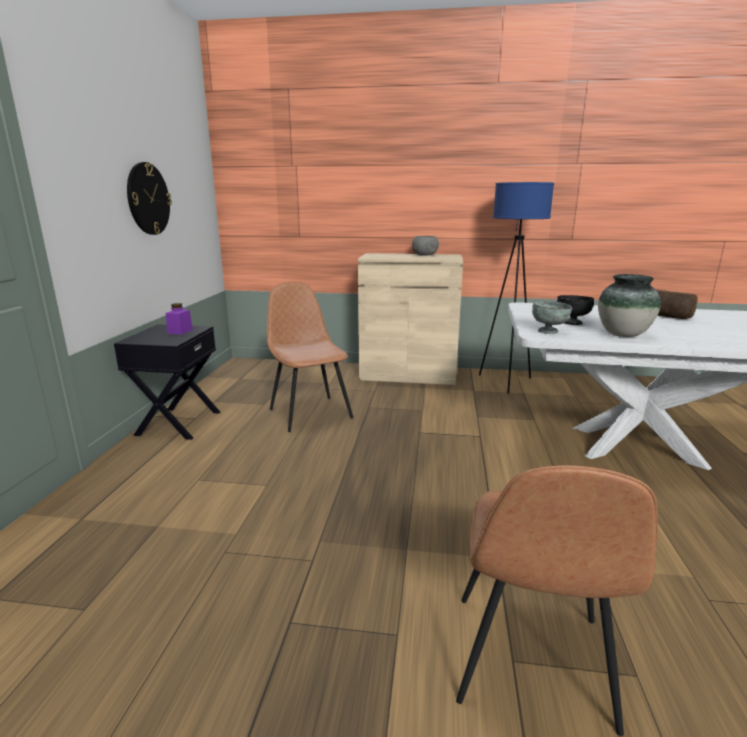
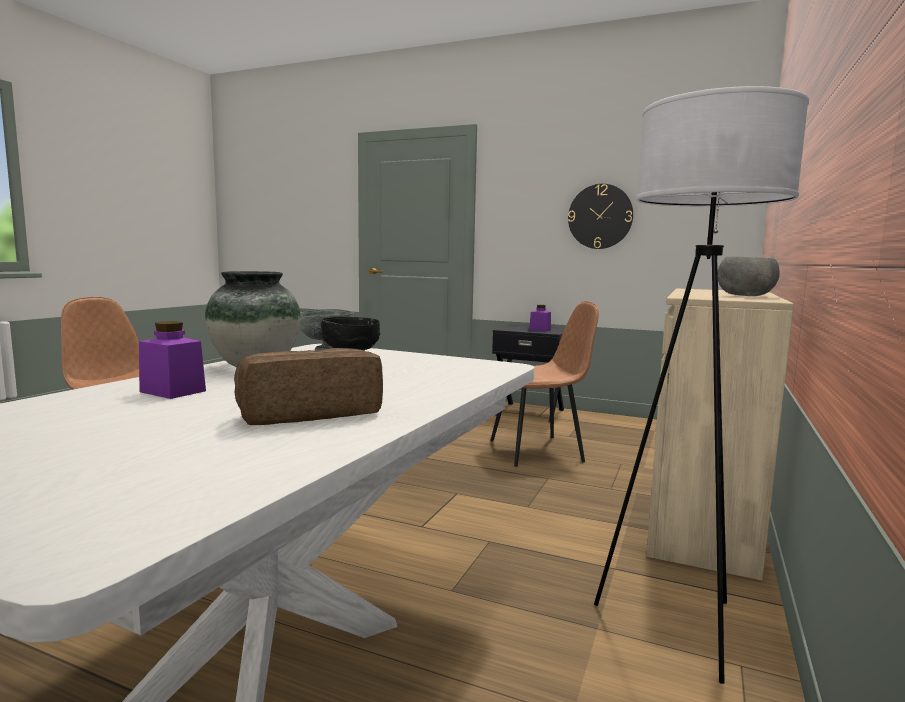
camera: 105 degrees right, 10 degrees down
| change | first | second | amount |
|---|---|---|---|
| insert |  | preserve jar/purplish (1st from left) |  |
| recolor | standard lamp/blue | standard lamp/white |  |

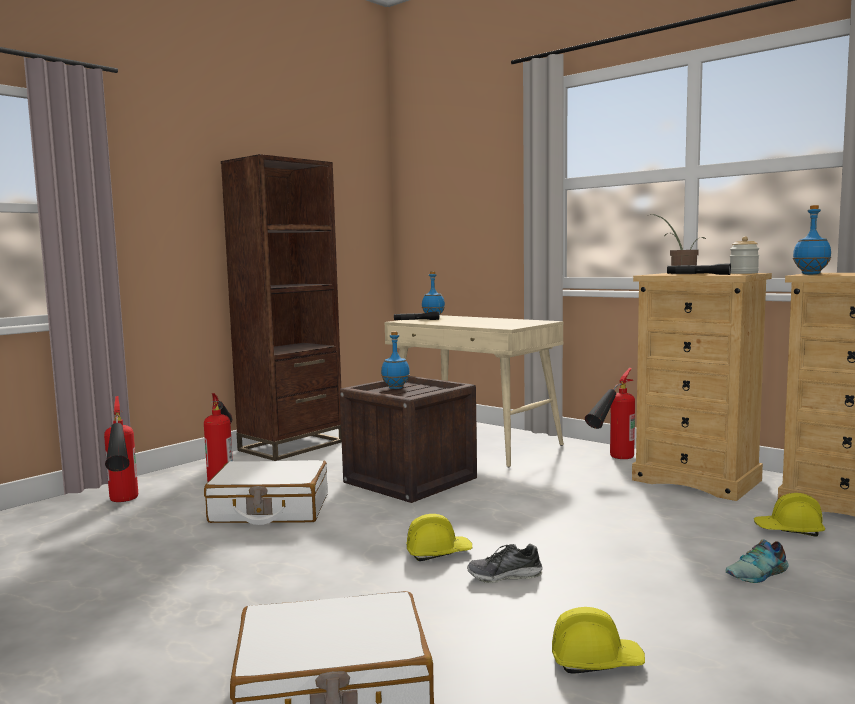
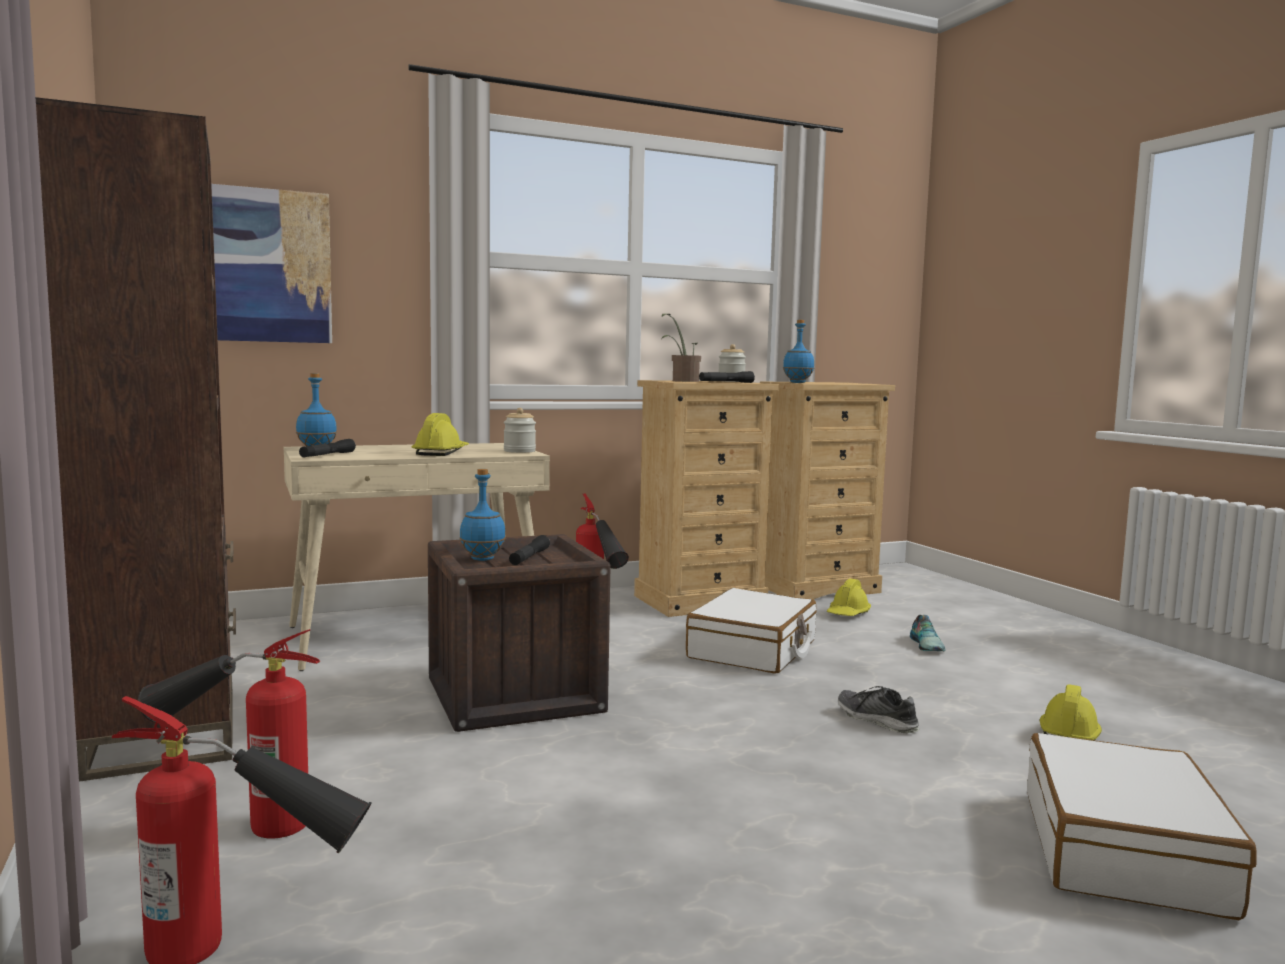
camera: 65 degrees left, 0 degrees up
| change | first | second | amount |
|---|---|---|---|
| insert |  | wall art |  |
| insert |  | preserve jar (1st from left) |  |
| insert |  | torch/black (2nd from left) |  |
| move | piece of luggage/white (1st from left) |  |  |
| move | hard hat/yellow-coloured (1st from left) |  |  |
| rotate | low shoe (1st from left) |  | 120 degrees clockwise |

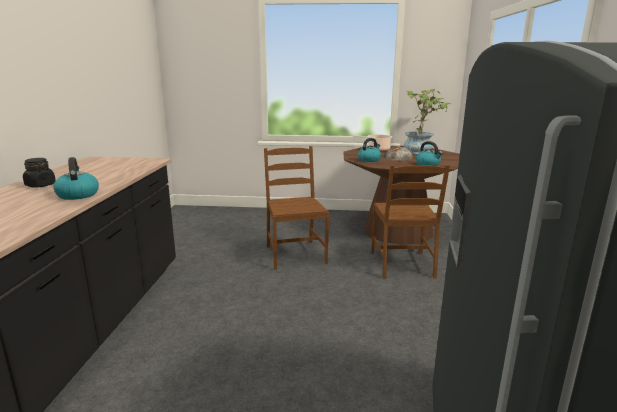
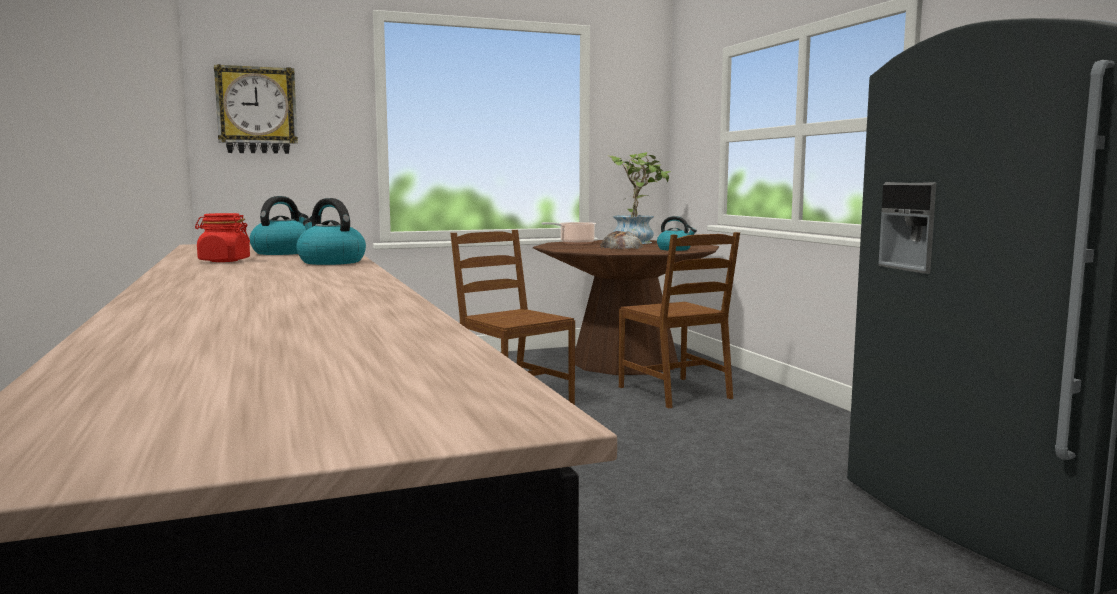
camera: 25 degrees left, 10 degrees down
| change | first | second | amount |
|---|---|---|---|
| insert |  | hanging clock |  |
| move | tea kettle (2nd from left in the first image) | tea kettle (1st from left) |  |
| recolor | preserve jar/black | preserve jar/red-coloured |  |

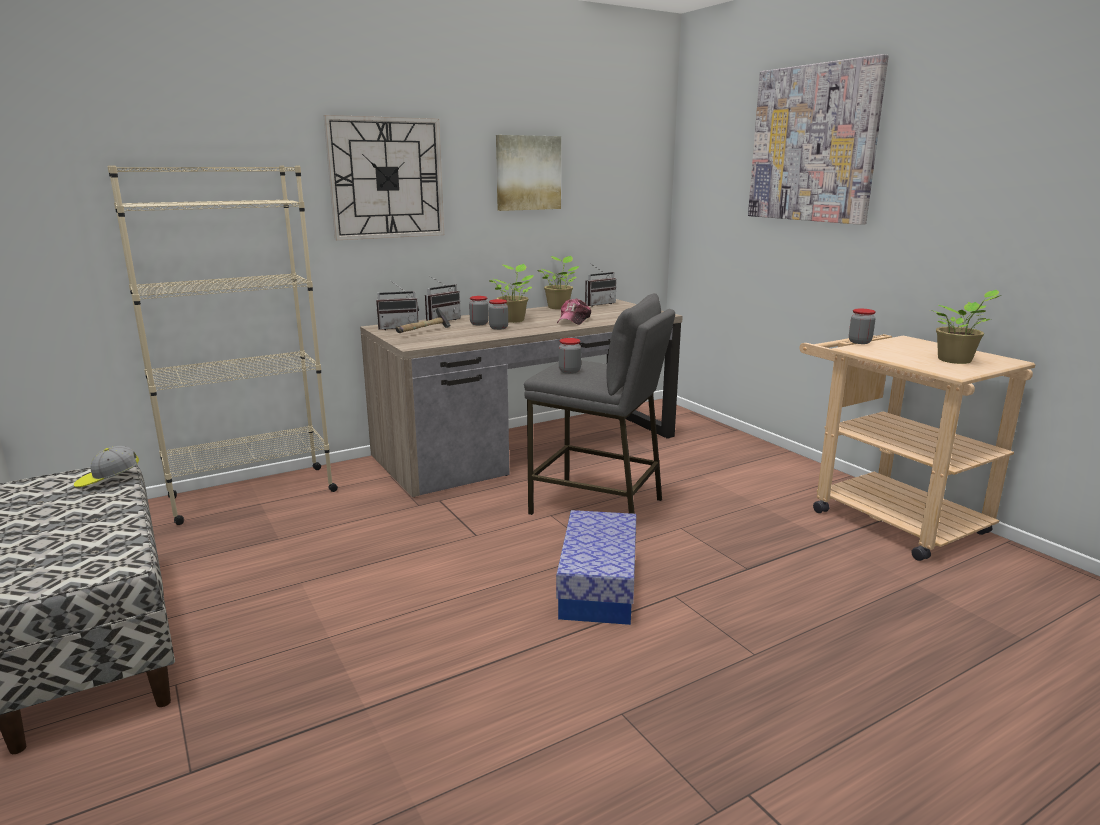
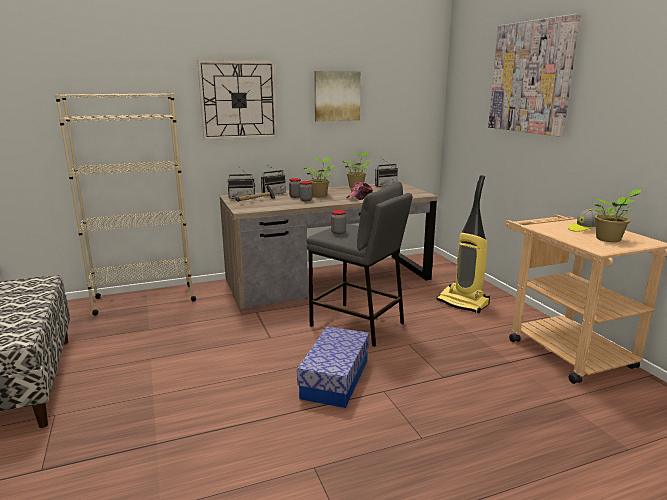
camera: 10 degrees right, 0 degrees up
| change | first | second | amount |
|---|---|---|---|
| delete | preserve jar (4th from left) |  |  |
| insert |  | vacuum |  |
| move | peaked cap (1st from left in the first image) | peaked cap (2nd from left) |  |

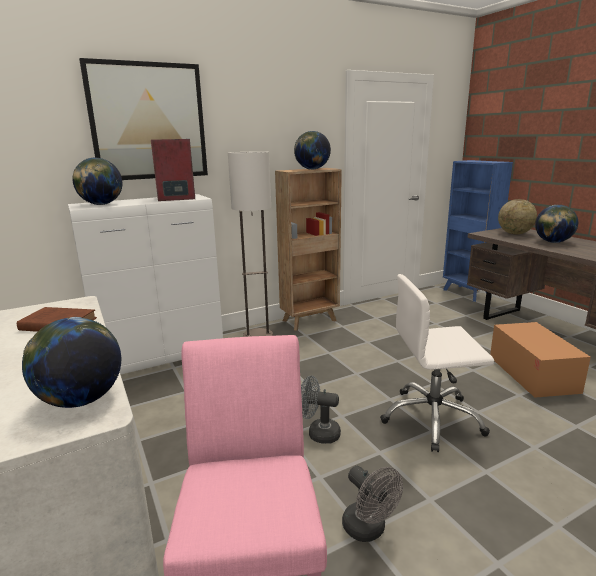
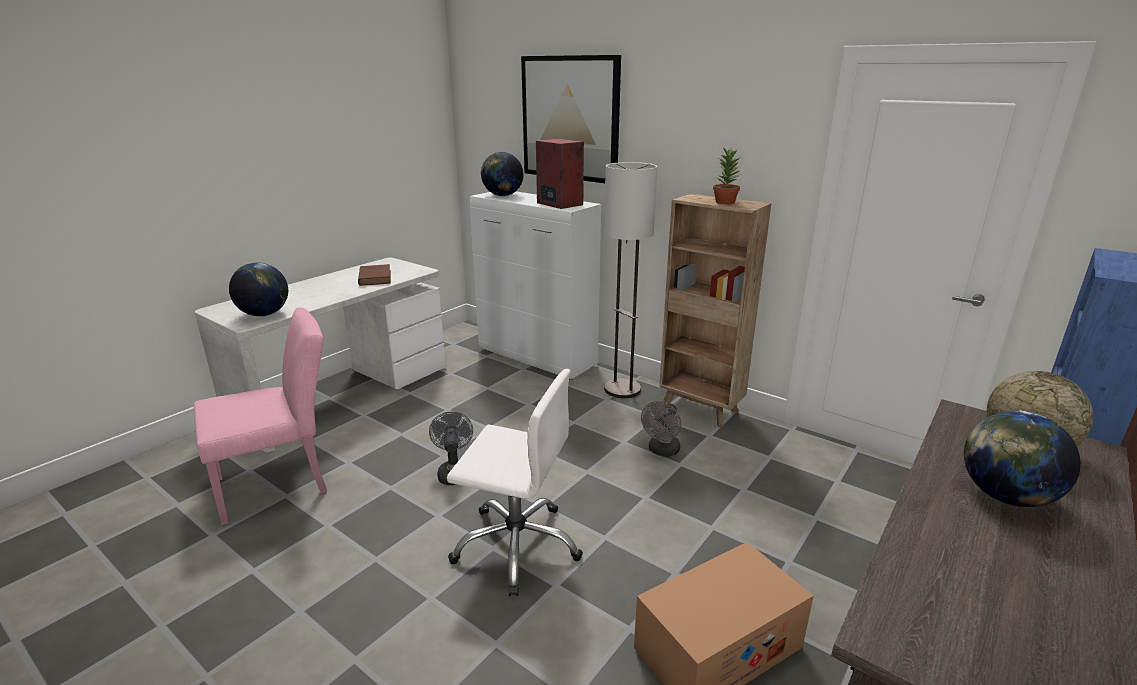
camera: 65 degrees right, 5 degrees up
| change | first | second | amount |
|---|---|---|---|
| move | fan/grey (2nd from left) |  |  |
| replace | world globe (3rd from left) | houseplant |  |
| rotate | desk chair/white |  | 135 degrees clockwise |

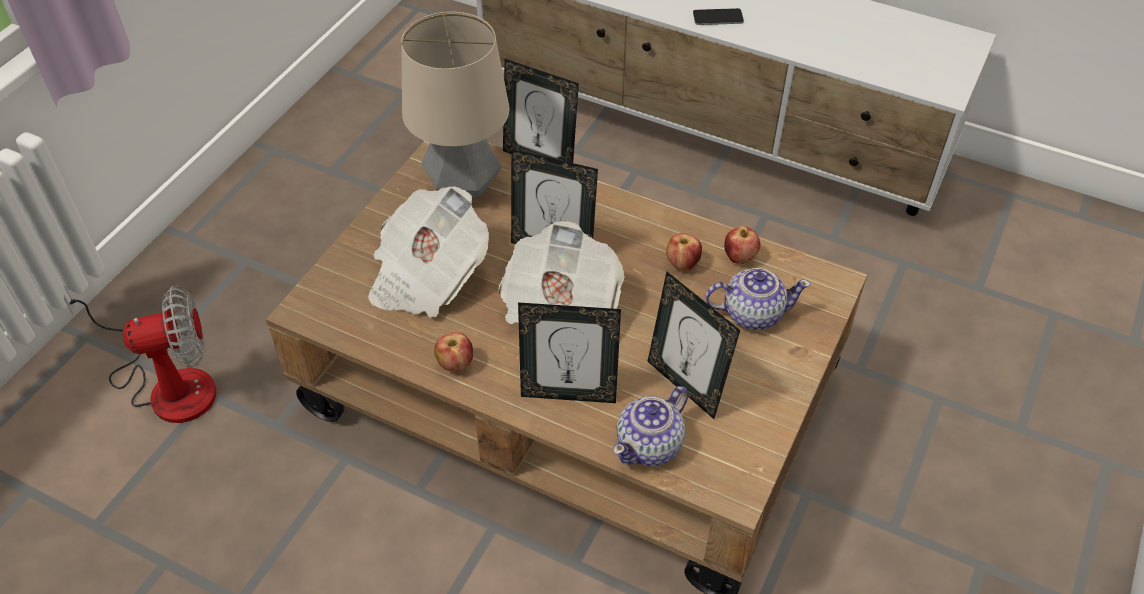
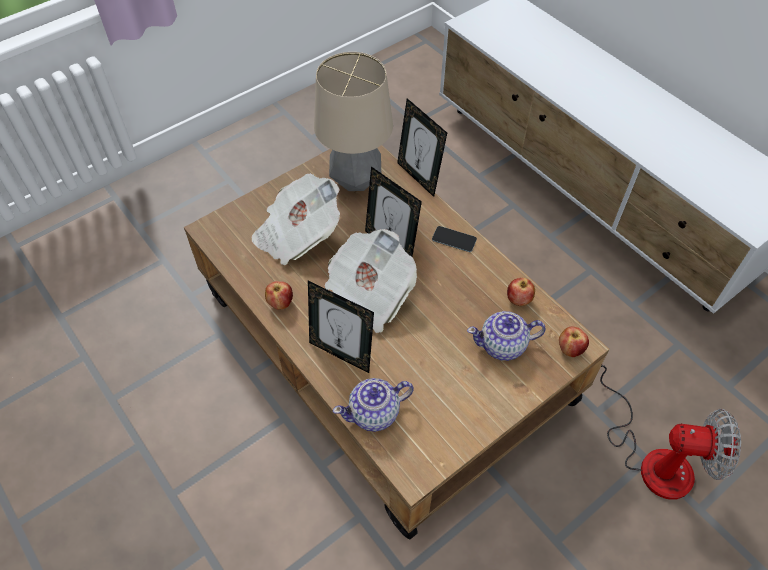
camera: 25 degrees right, 5 degrees up
| change | first | second | amount |
|---|---|---|---|
| delete | picture frame (4th from left) |  |  |
| move | fan |  |  |
| move | apple fruit (2nd from left in the first image) | apple fruit (3rd from left) |  |
| move | handset |  |  |
| rotate | pot for tea (2nd from left) |  | 150 degrees clockwise |

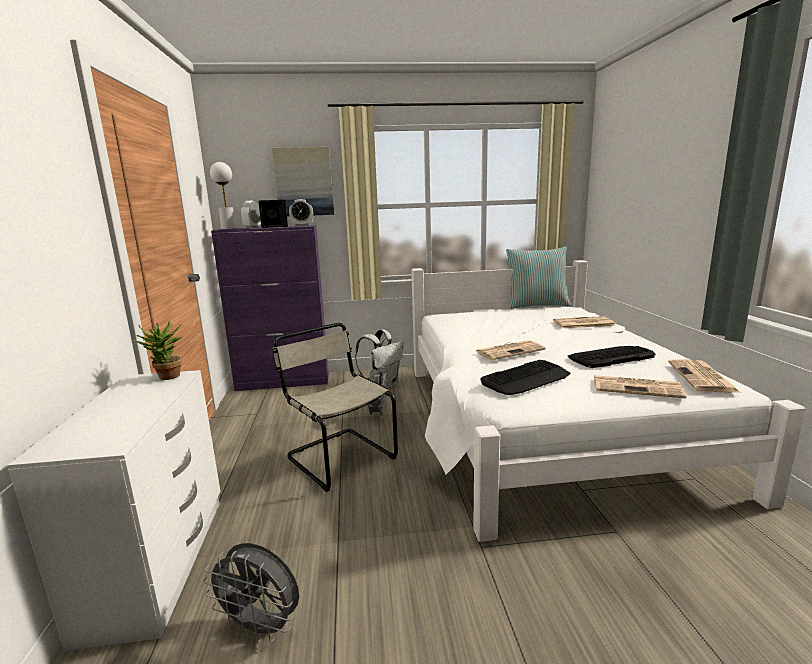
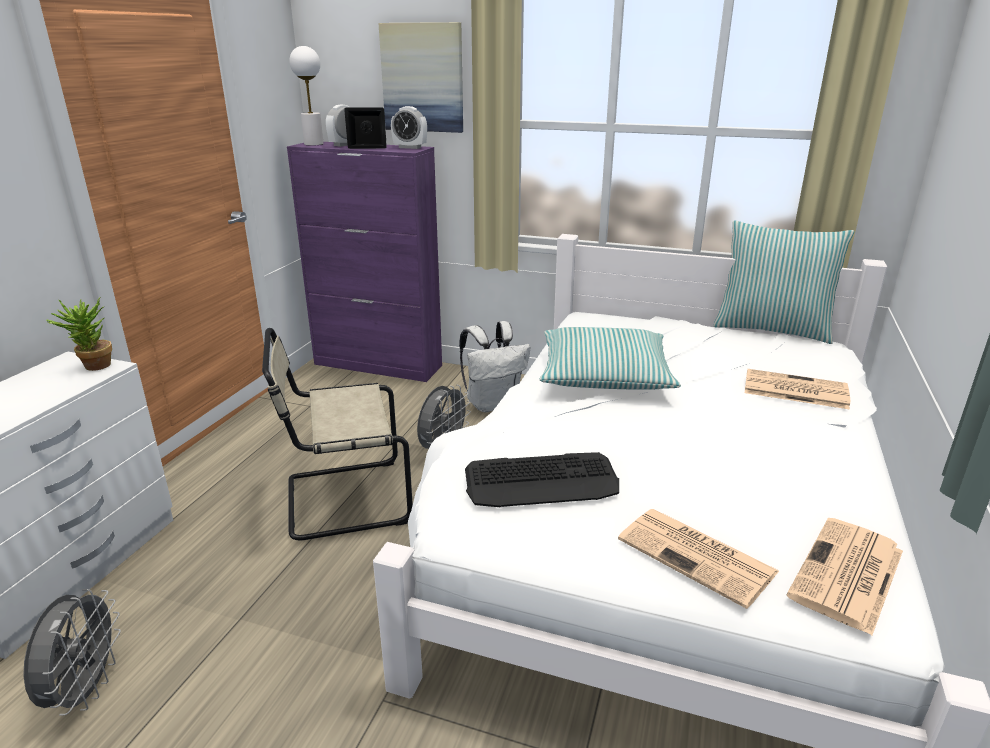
camera: 25 degrees right, 10 degrees up
| change | first | second | amount |
|---|---|---|---|
| delete | daily paper (1st from left) |  |  |
| delete | PC keyboard (2nd from left) |  |  |
| insert |  | pillow (1st from left) |  |
| rotate | fan/grey (1st from left) |  | 135 degrees counterclockwise |
| rotate | upright chair/beige-coloured |  | 90 degrees counterclockwise |

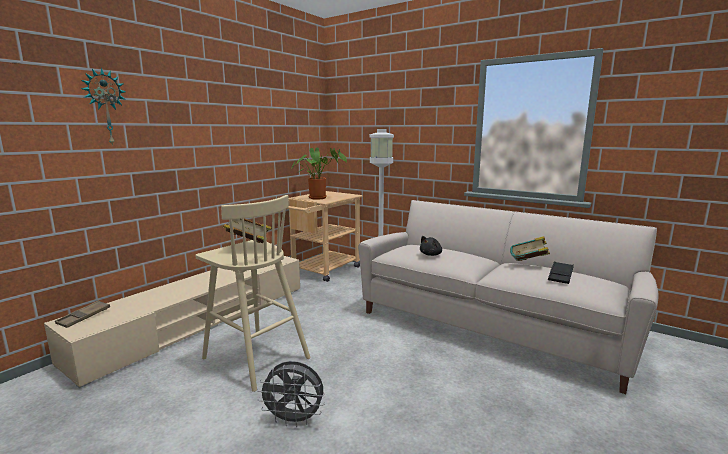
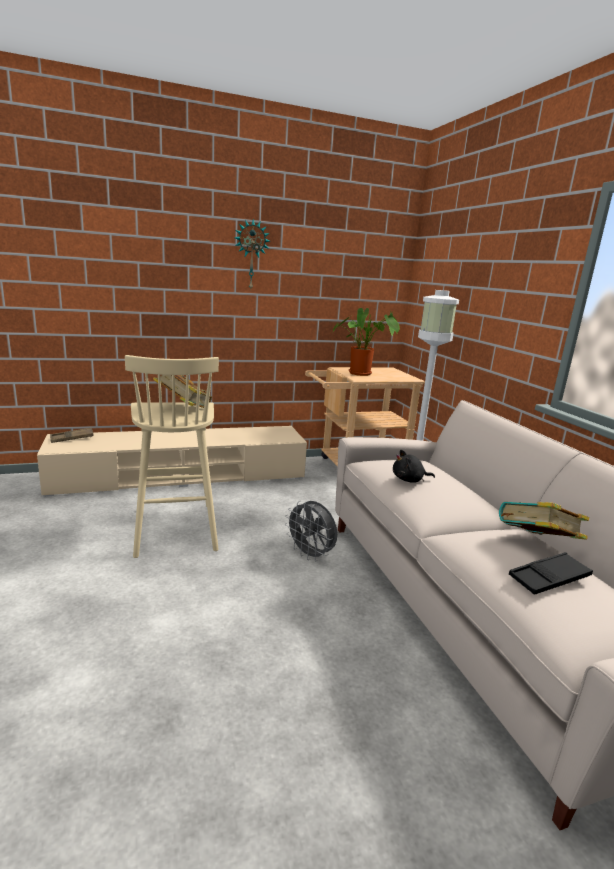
camera: 35 degrees right, 5 degrees up
| change | first | second | amount |
|---|---|---|---|
| move | hanging clock |  |  |
| move | fan/grey |  |  |

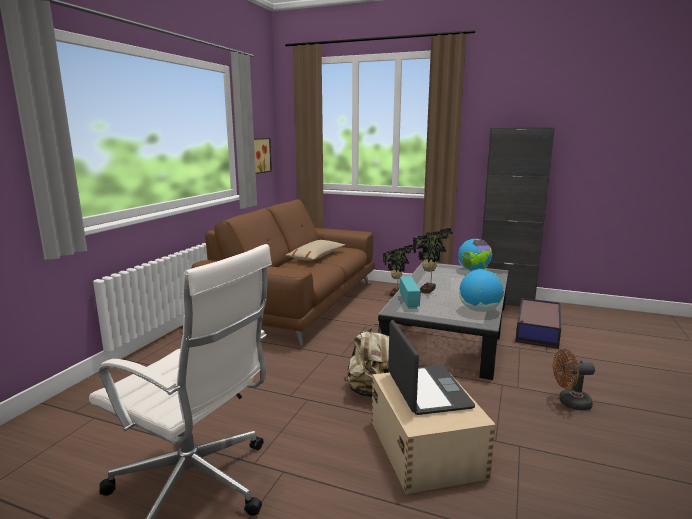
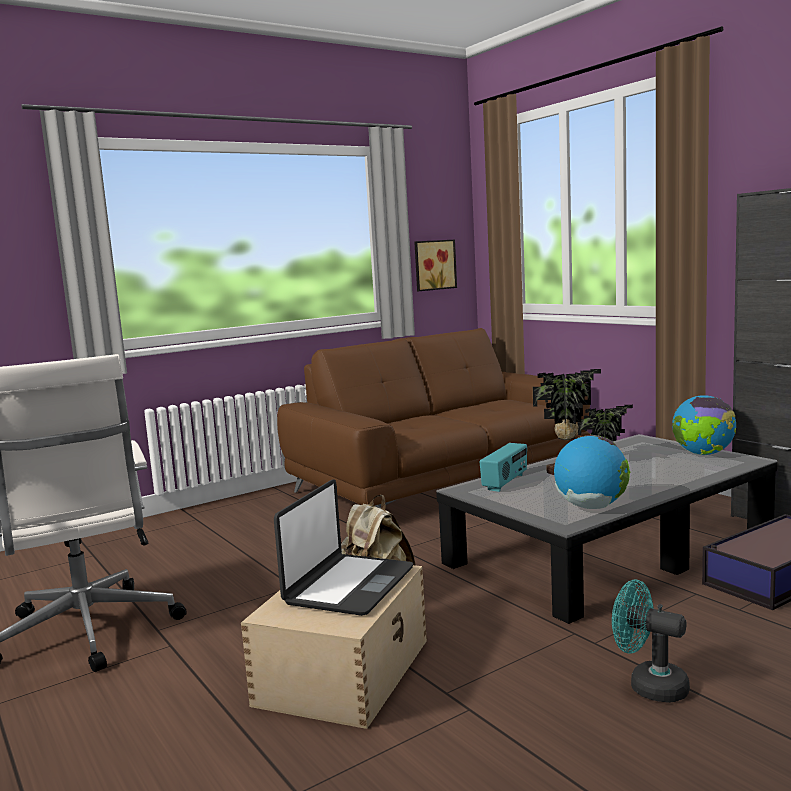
camera: 35 degrees right, 5 degrees down
| change | first | second | amount |
|---|---|---|---|
| delete | pillow/beige-coloured |  |  |
| recolor | fan/brown-coloured | fan/turquoise |  |

